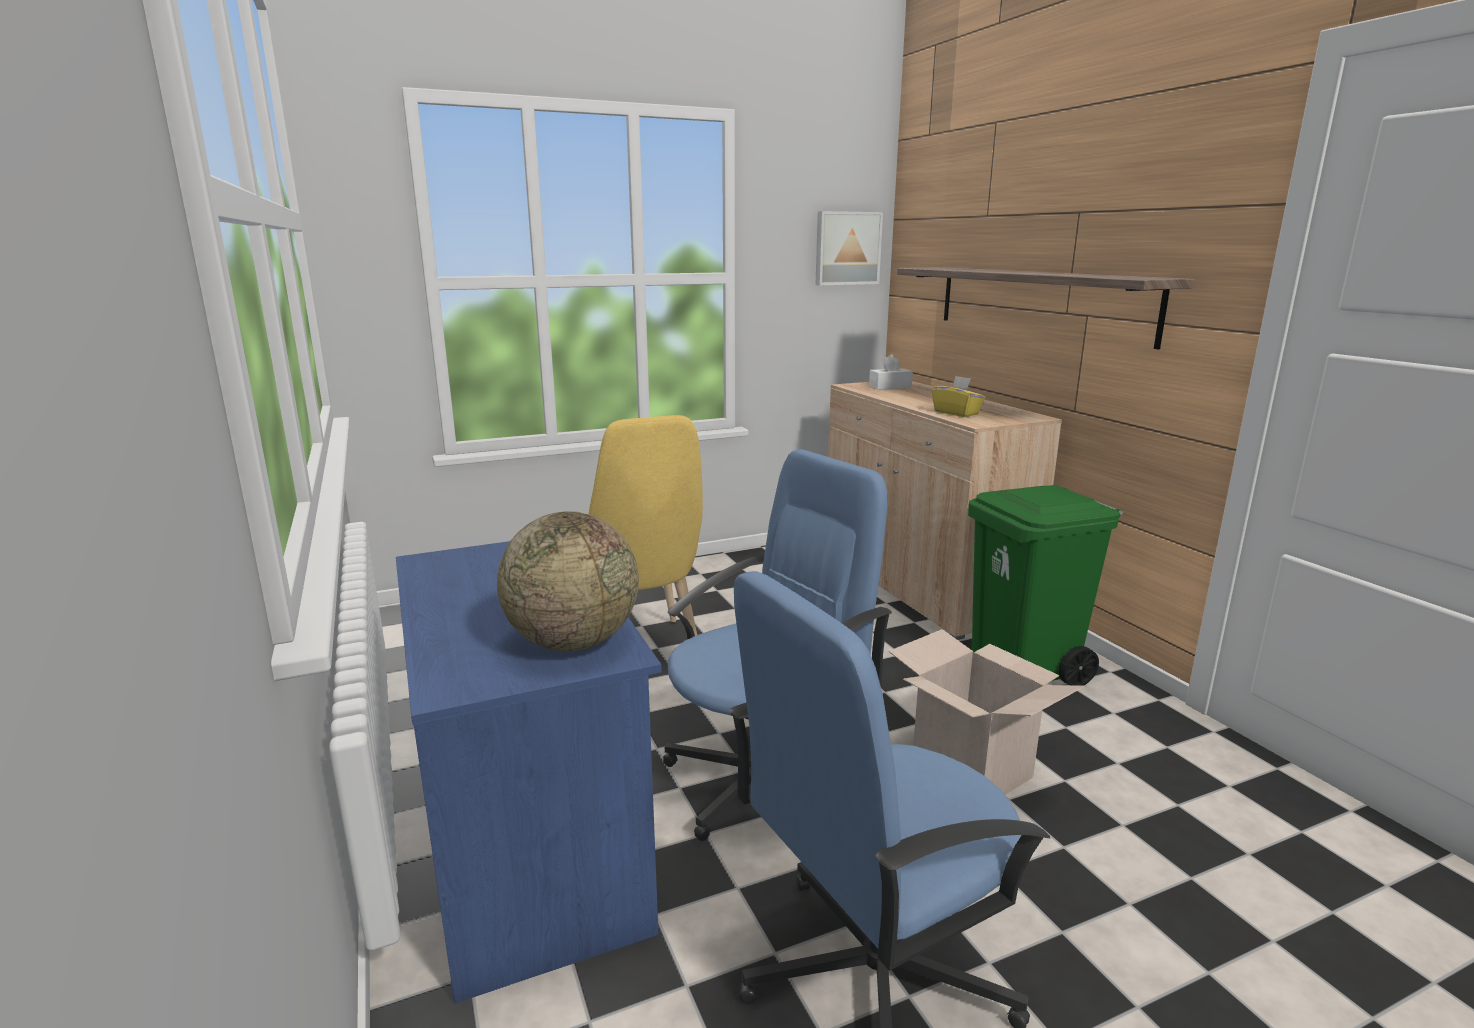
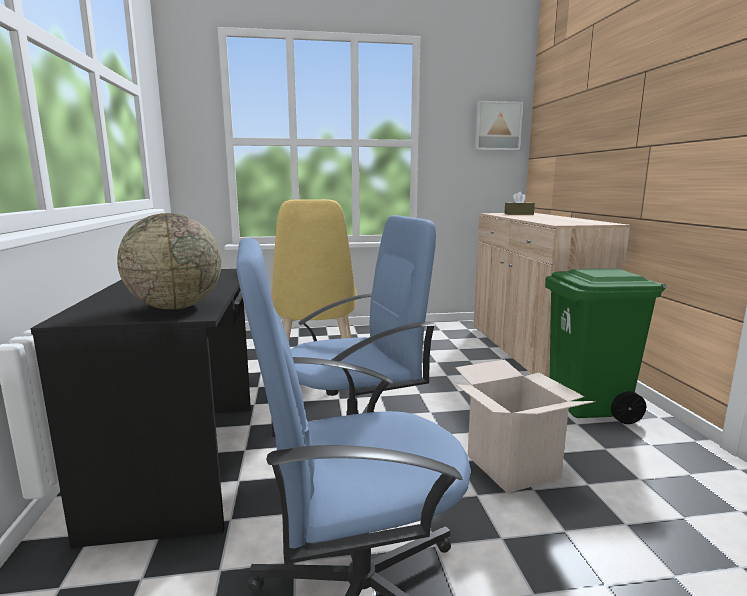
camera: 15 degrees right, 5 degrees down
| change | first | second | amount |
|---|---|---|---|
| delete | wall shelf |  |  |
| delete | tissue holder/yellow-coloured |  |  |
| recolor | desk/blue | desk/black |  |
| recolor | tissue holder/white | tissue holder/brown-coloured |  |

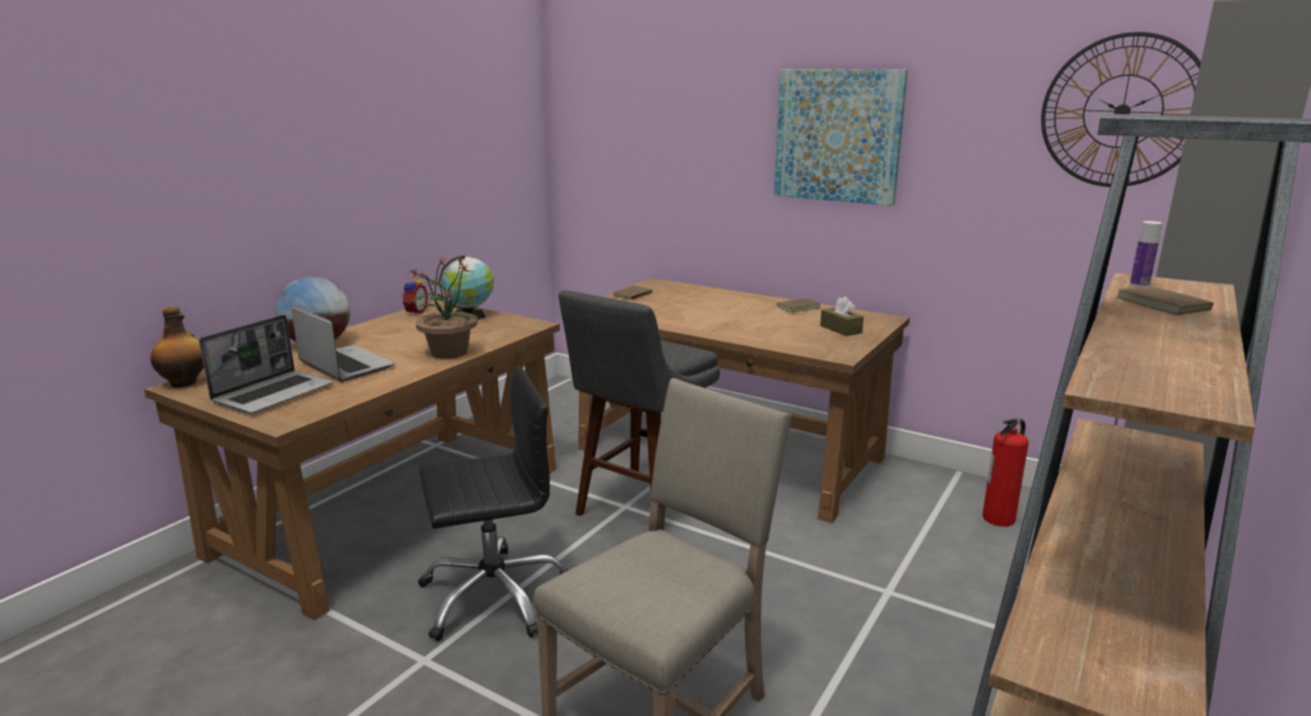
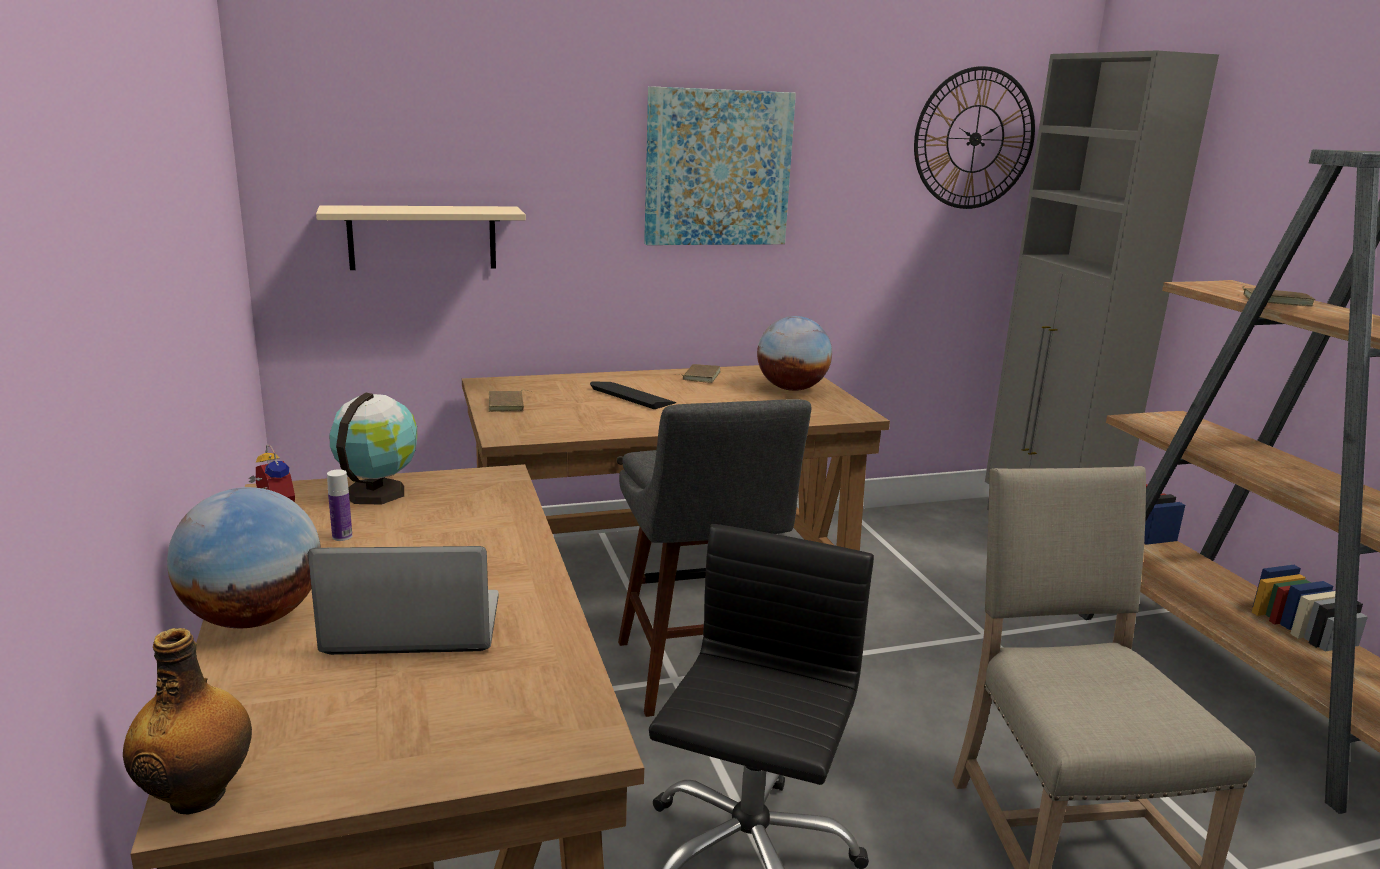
camera: 50 degrees left, 0 degrees up
| change | first | second | amount |
|---|---|---|---|
| delete | laptop (1st from left) |  |  |
| delete | houseplant |  |  |
| delete | fire-fighting cylinder |  |  |
| insert |  | wall shelf/beige-coloured |  |
| insert |  | PC keyboard |  |
| move | drink bottle (2nd from left) |  |  |
| replace | tissue holder/brown-coloured | world globe (3rd from left) |  |

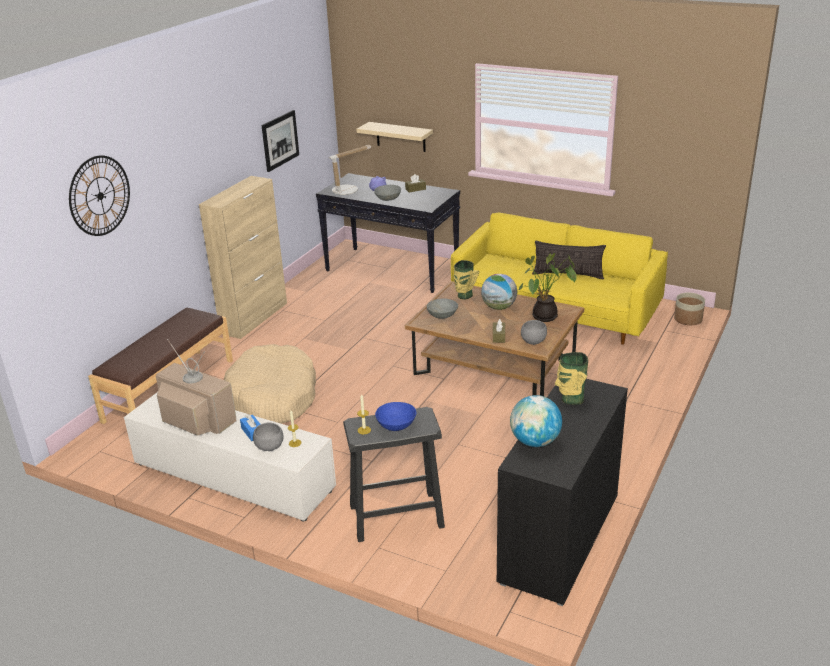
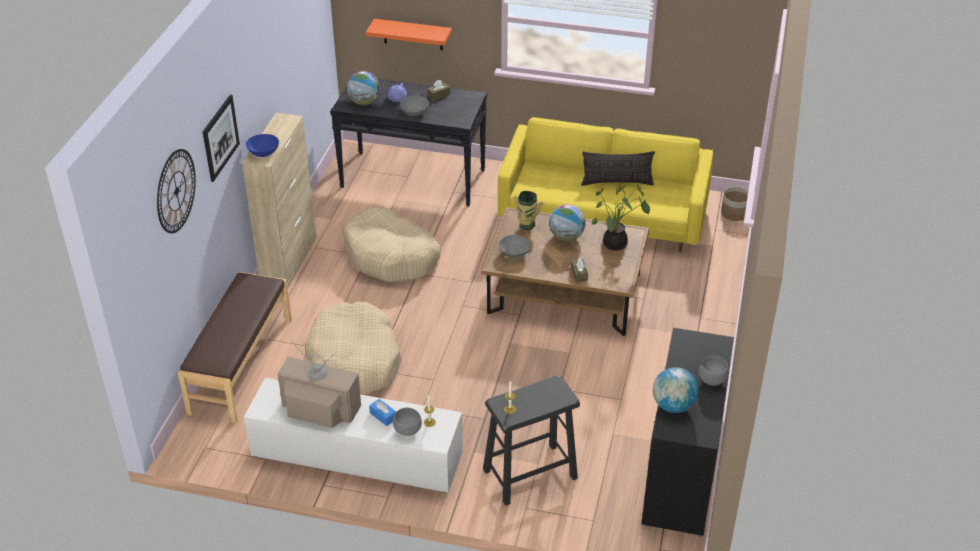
camera: 15 degrees left, 10 degrees up
| change | first | second | amount |
|---|---|---|---|
| delete | decorative vase (2nd from left) |  |  |
| insert |  | pet bed/beige-coloured (2nd from left) |  |
| move | wall art |  |  |
| move | bowl/blue |  |  |
| move | bowl/grey (4th from left) |  |  |
| replace | table lamp | world globe (1st from left) |  |
| recolor | wall shelf/beige-coloured | wall shelf/orange-coloured |  |

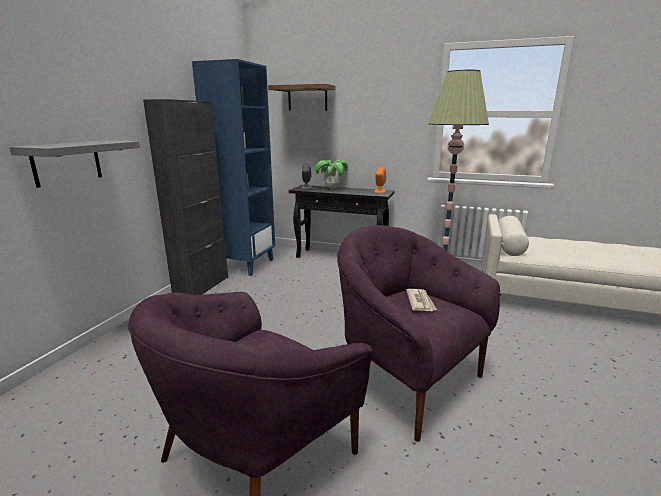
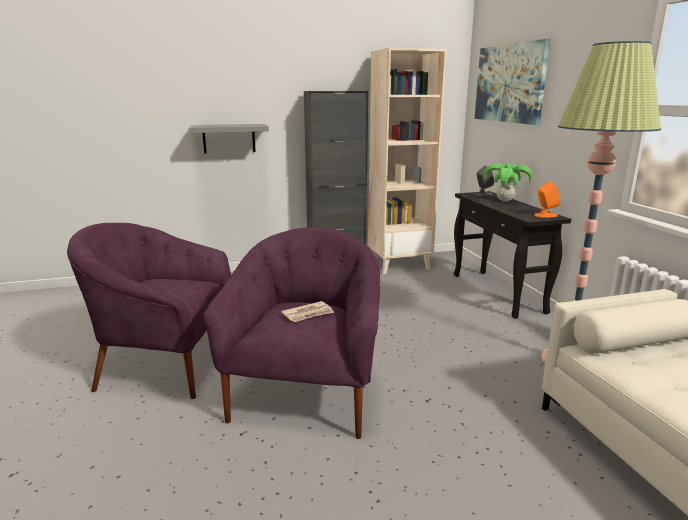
camera: 55 degrees right, 0 degrees up
| change | first | second | amount |
|---|---|---|---|
| replace | wall shelf/brown-coloured | wall art |  |
| recolor | bookshelf/blue | bookshelf/beige-coloured |  |

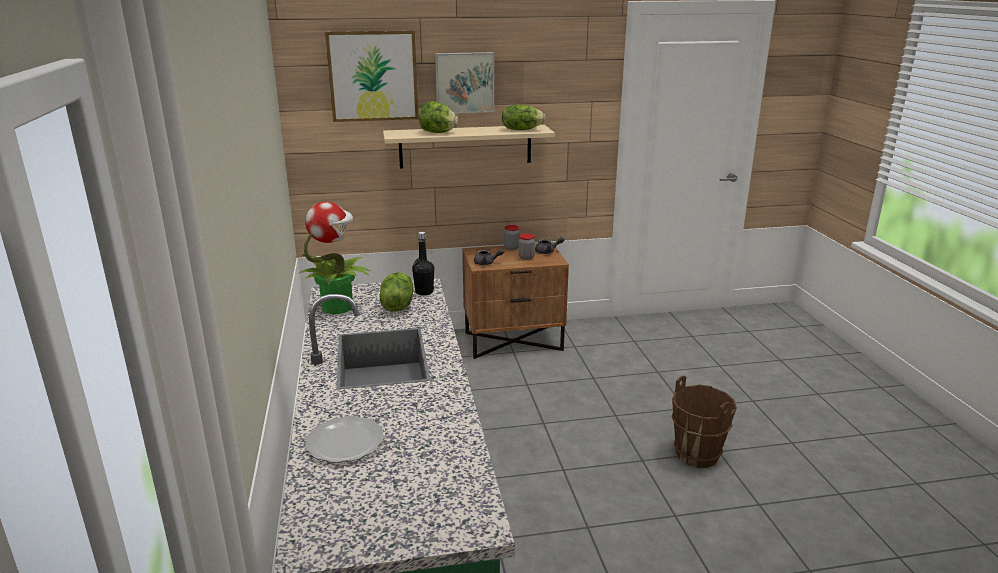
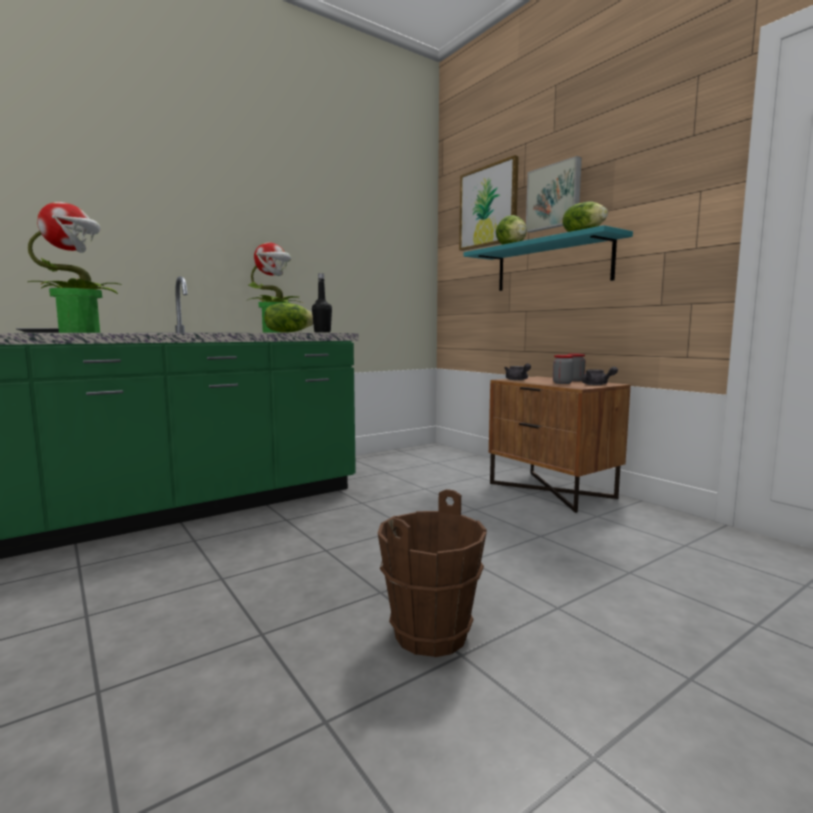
camera: 65 degrees right, 15 degrees down
| change | first | second | amount |
|---|---|---|---|
| insert |  | houseplant (1st from left) |  |
| recolor | wall shelf/beige-coloured | wall shelf/turquoise |  |

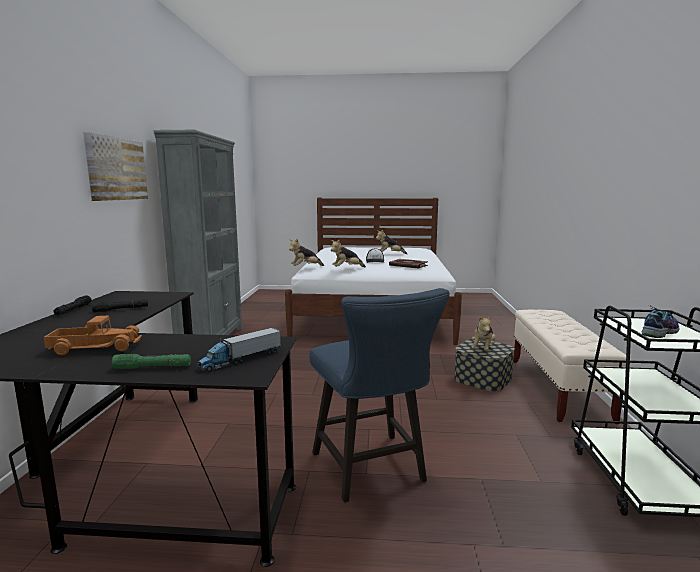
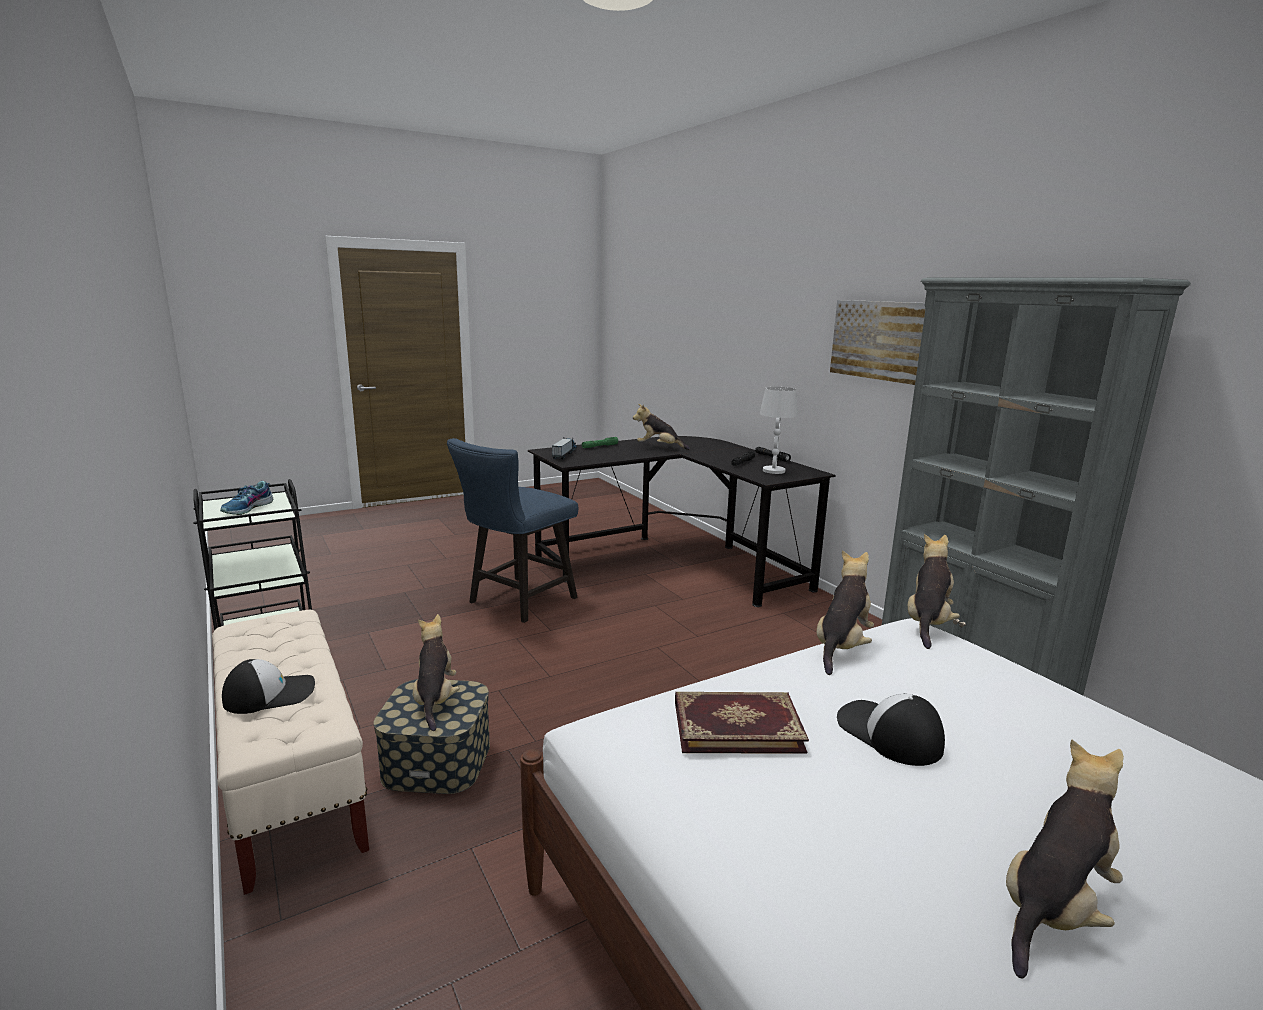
camera: 145 degrees right, 5 degrees up
| change | first | second | amount |
|---|---|---|---|
| insert |  | peaked cap (1st from left) |  |
| insert |  | table lamp/white |  |
| replace | toy lorry (1st from left) | cuddly toy (2nd from left) |  |
| rotate | upright chair/blue |  | 90 degrees counterclockwise |

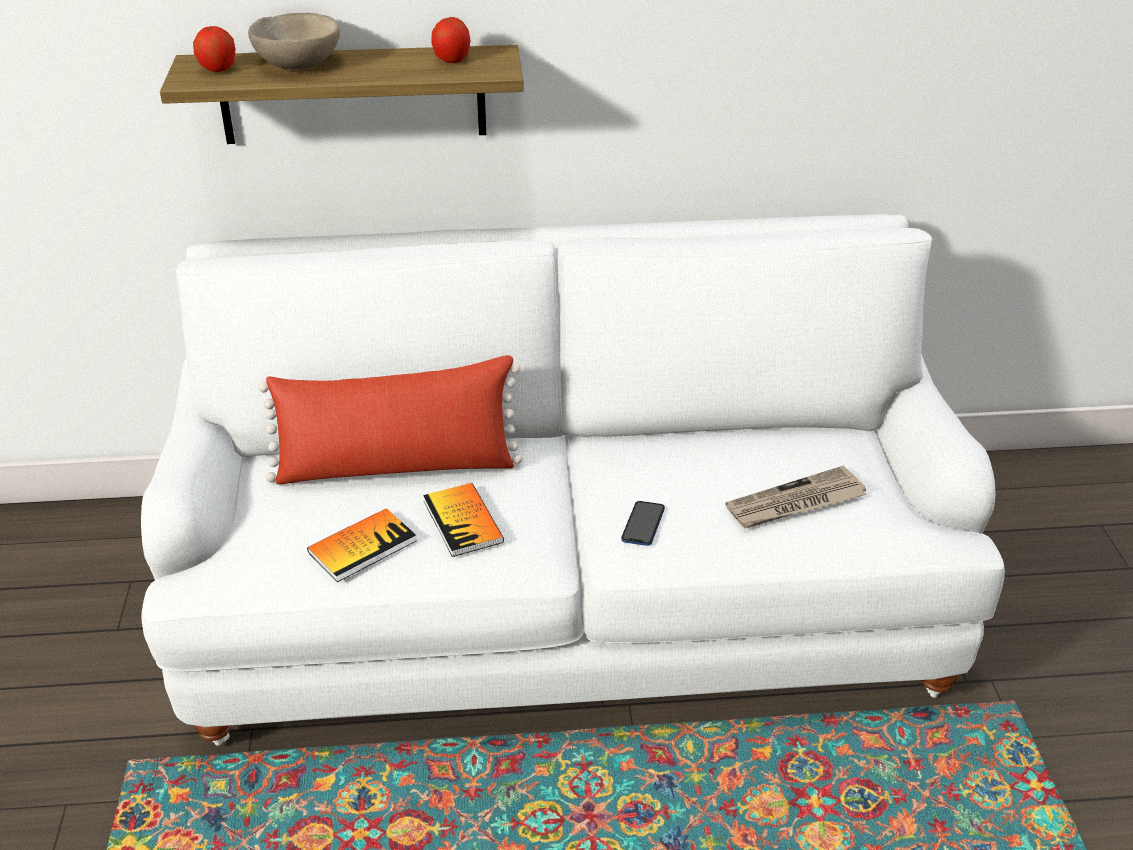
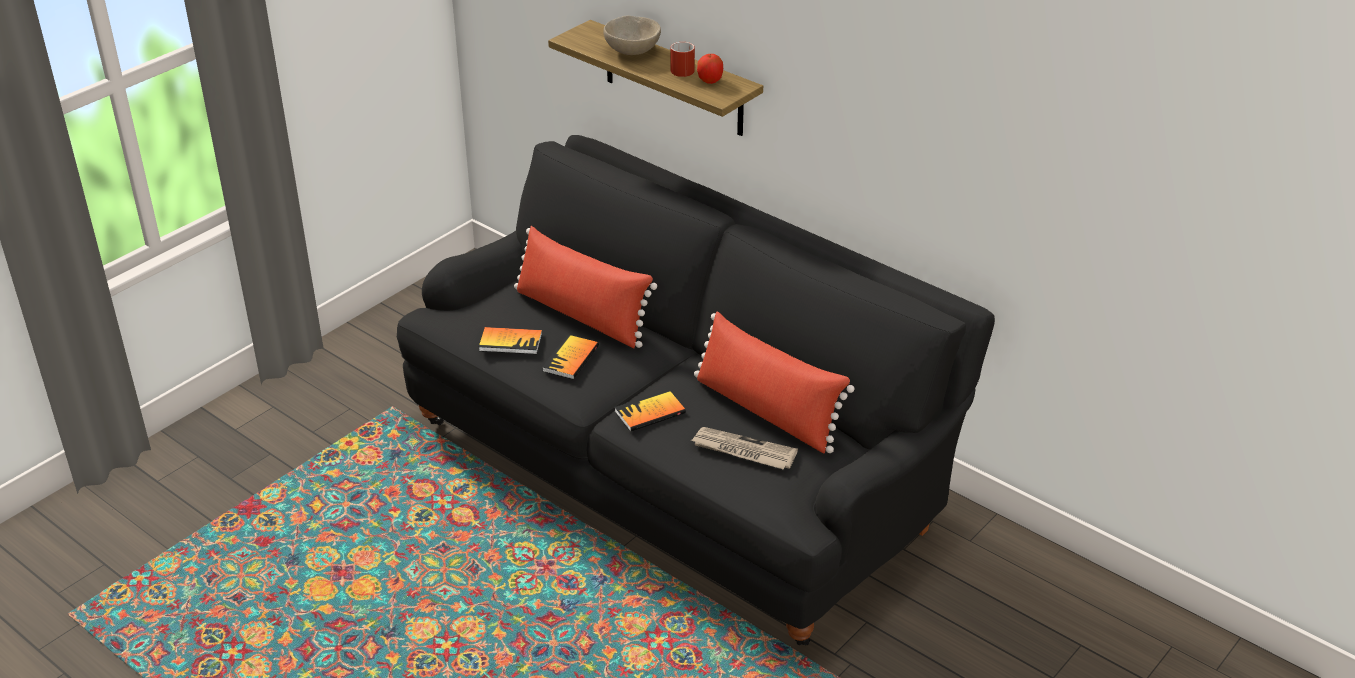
camera: 45 degrees right, 0 degrees up
| change | first | second | amount |
|---|---|---|---|
| delete | apple fruit (1st from left) |  |  |
| insert |  | tea mug/red-coloured |  |
| insert |  | pillow/red-coloured (2nd from left) |  |
| replace | handset | book (3rd from left) |  |
| recolor | sofa/white | sofa/black |  |

